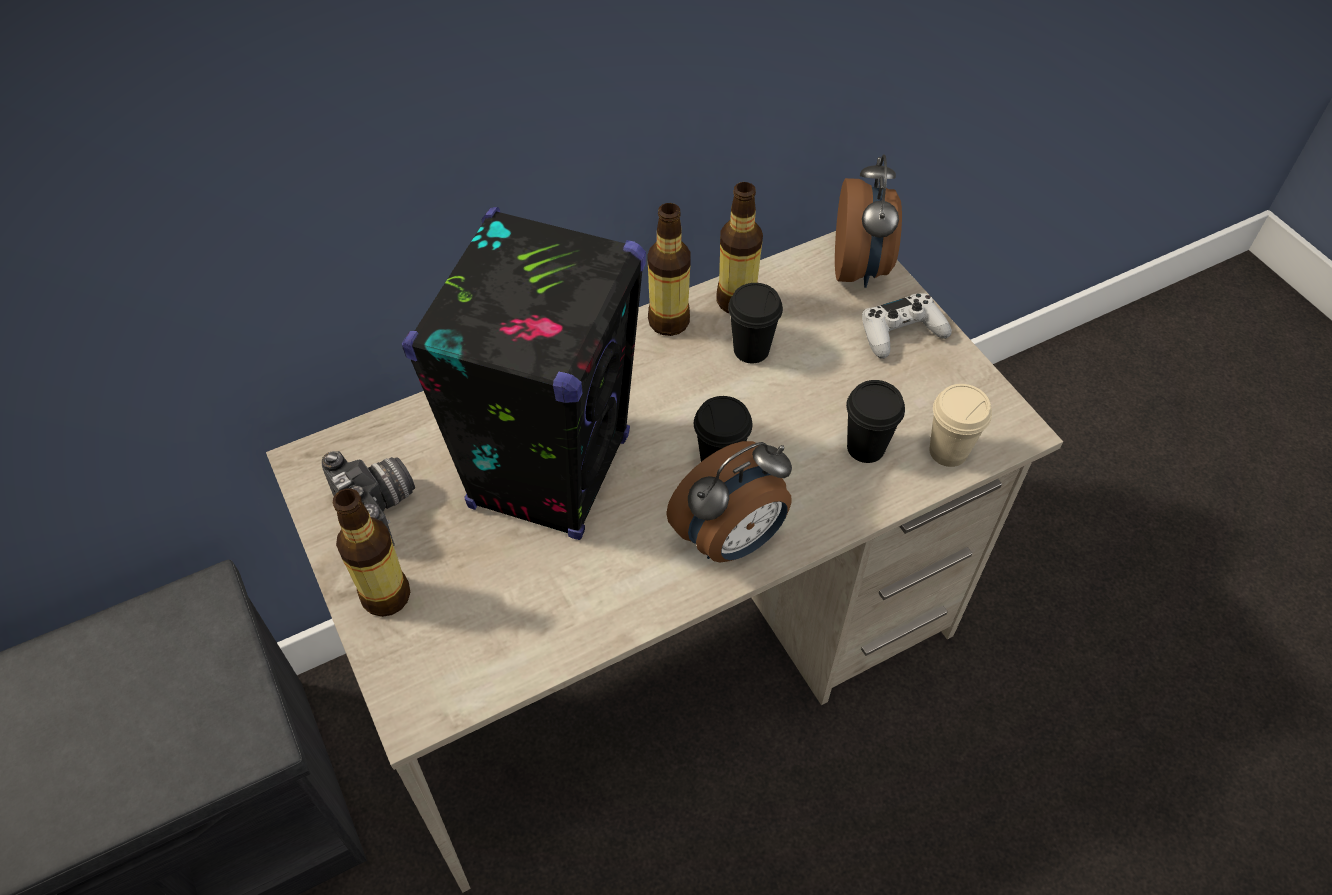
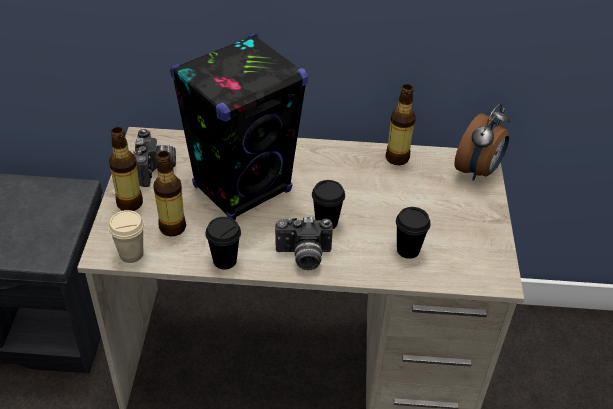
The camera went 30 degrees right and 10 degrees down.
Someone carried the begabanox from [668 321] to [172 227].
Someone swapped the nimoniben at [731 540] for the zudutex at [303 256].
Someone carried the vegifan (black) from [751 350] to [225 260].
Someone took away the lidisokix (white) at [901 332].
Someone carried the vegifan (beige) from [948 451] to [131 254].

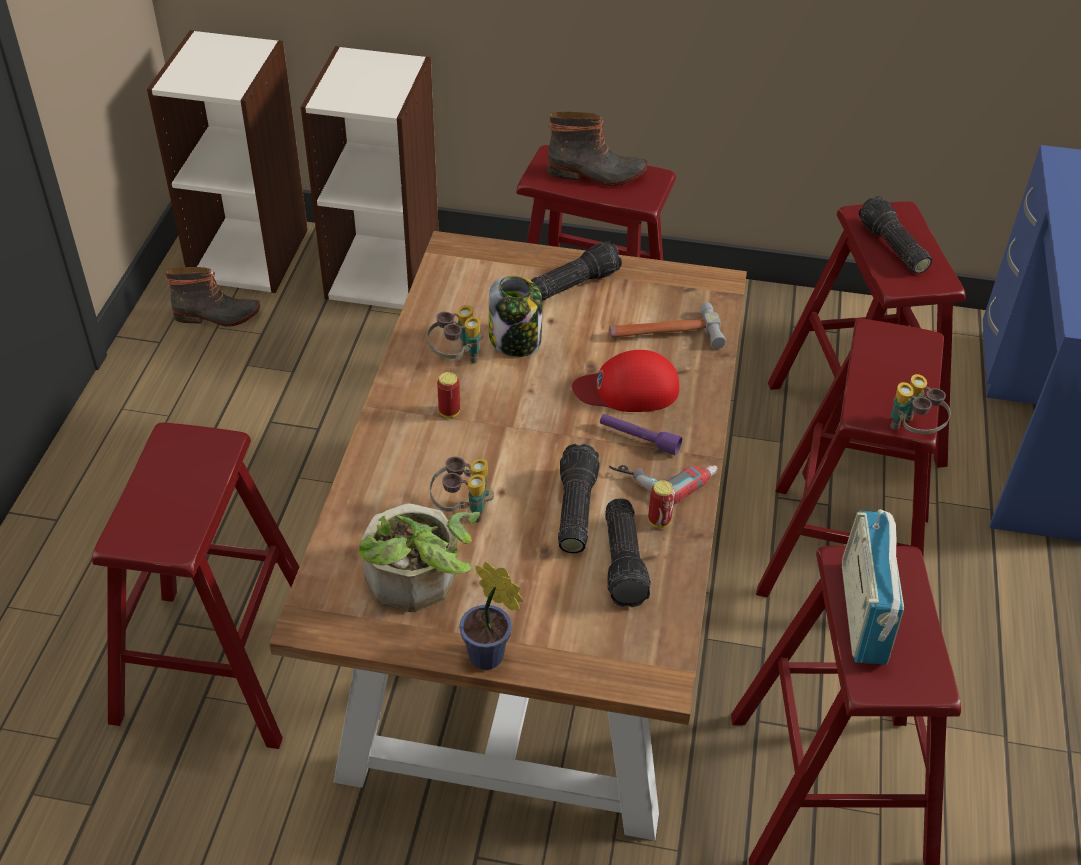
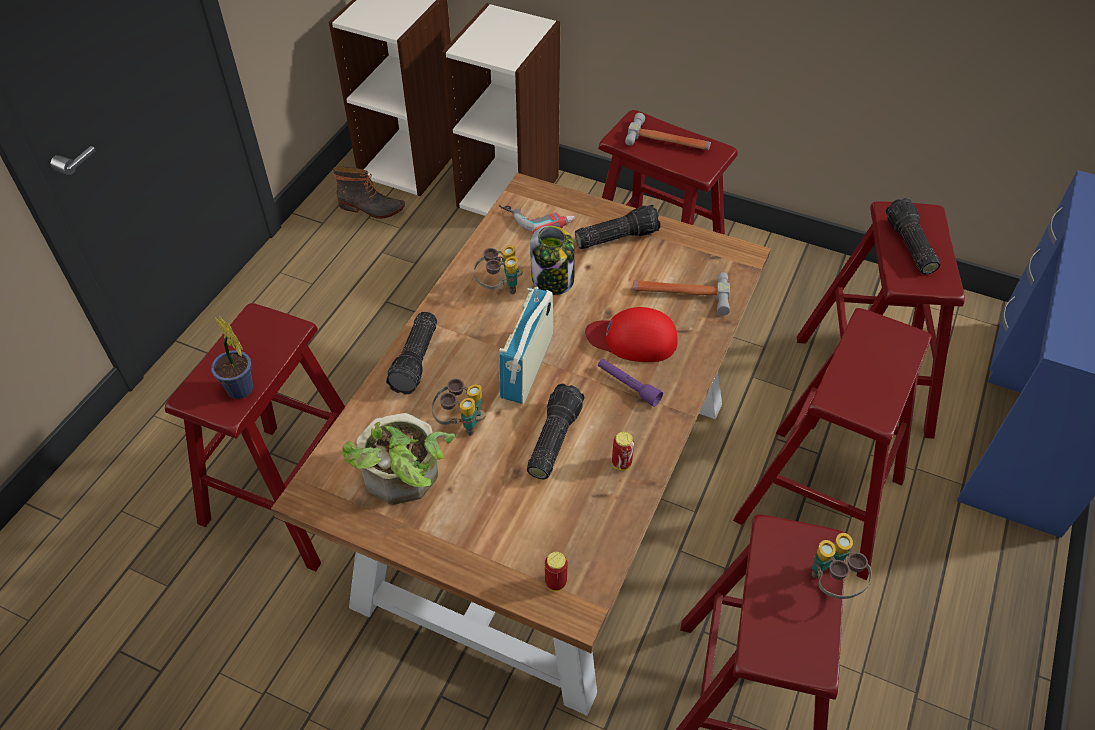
The camera went 15 degrees right and 5 degrees up.
Someone carried the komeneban from [449 412] to [555 582].
Someone carried the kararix from [490 658] to [242 391].
Someone swapped the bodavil at [596 174] for the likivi at [668 142].
Someone carried the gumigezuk from [625 562] to [417 361].
Someone carried the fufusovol from [664 474] to [537 217].
Someone carried the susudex from [863 613] to [527 366].
Someone carried the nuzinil from [912 431] to [832 583].

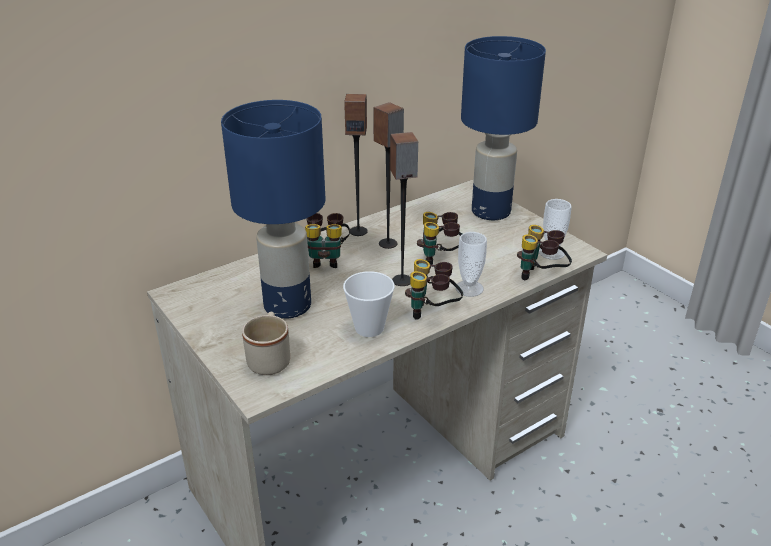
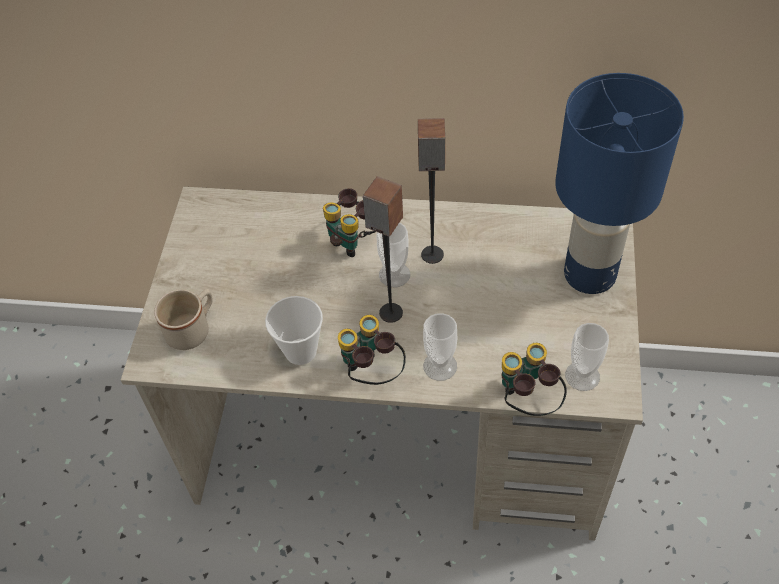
The camera went 45 degrees right and 20 degrees up.
Someone took away the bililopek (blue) at [286 306].
Someone took away the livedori at [358 231].
Someone took away the nuzinil at [442 260].
Someone put down the vegifan at [394 275].

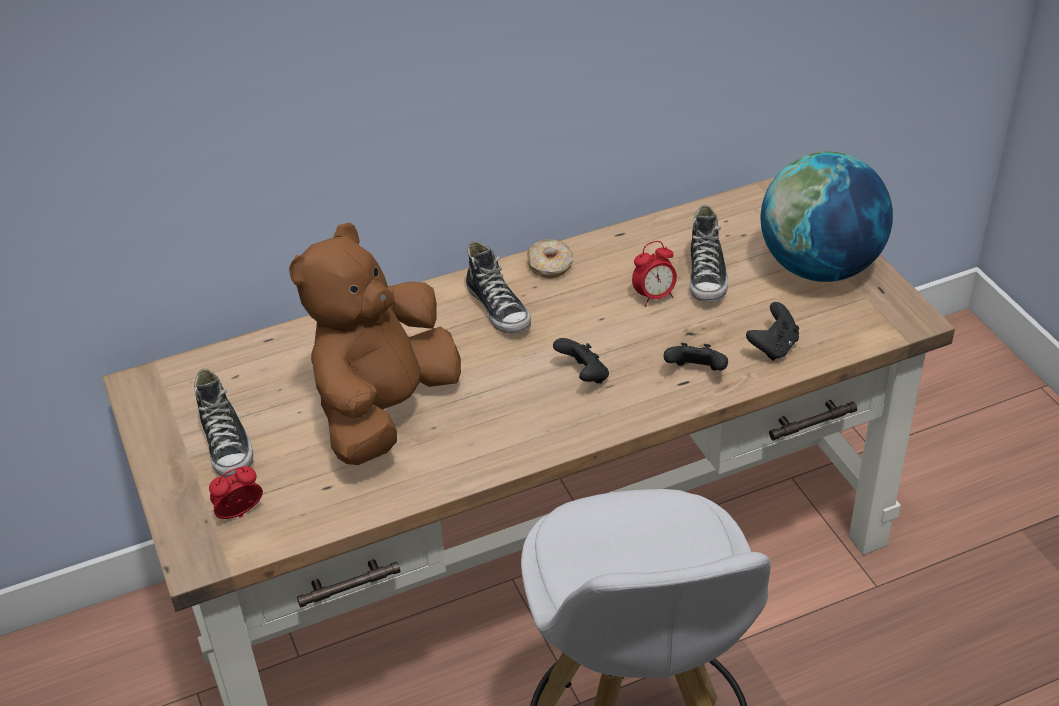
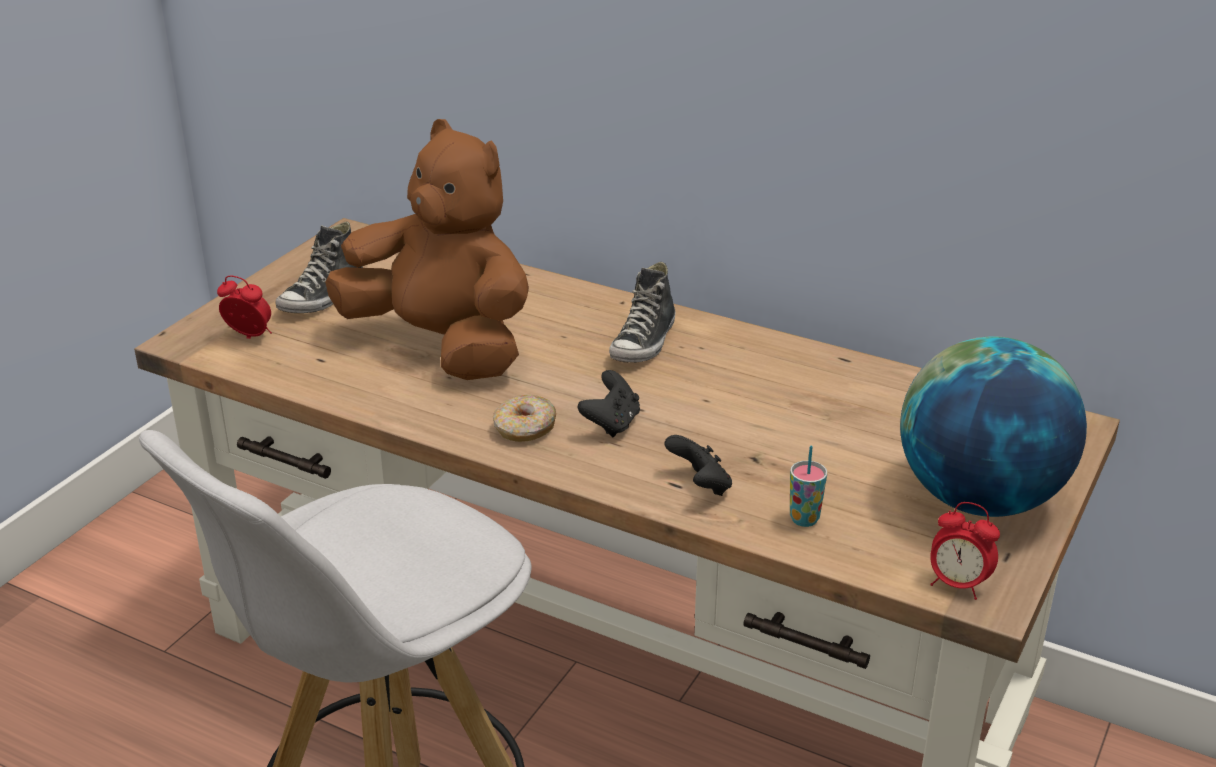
The camera went 50 degrees right and 10 degrees down.
Someone rotated the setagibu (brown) at [384 410] by 45 degrees clockwise.
Someone carried the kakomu from [550 266] to [525 428].
Someone carried the nimoniben from [654 296] to [957 585].
Someone took away the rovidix at [707 277].
Someone swapped the lidisokix (black) at [773 347] for the vegifan at [804 519].

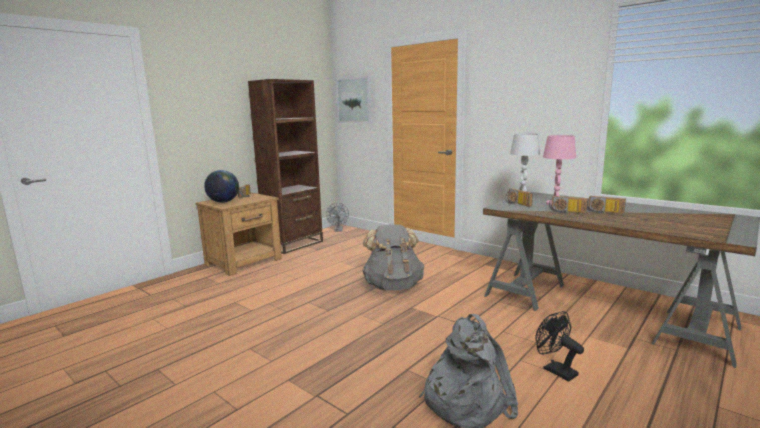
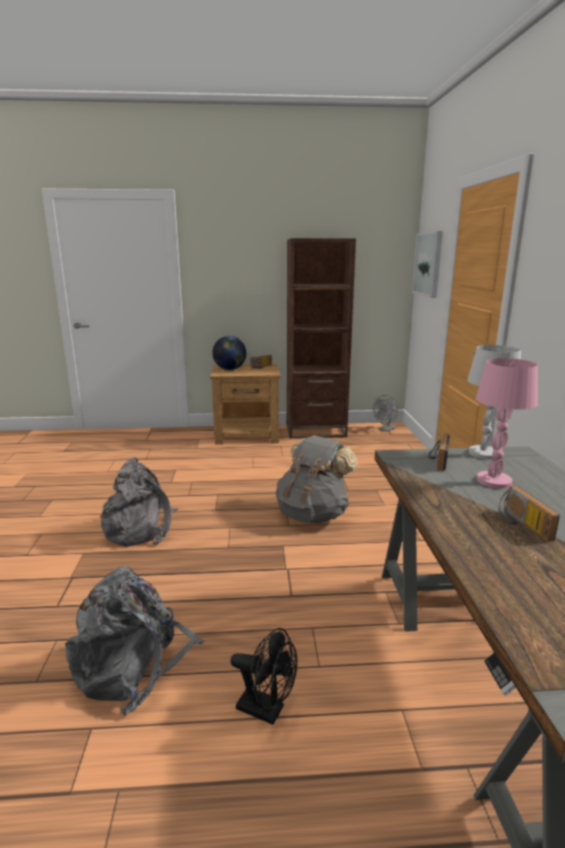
The camera went 45 degrees right and 5 degrees up.
Someone rotated the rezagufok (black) at [555 370] by 105 degrees clockwise.
Someone took away the susudex at [566 212].
Someone put down the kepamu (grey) at [141 528].

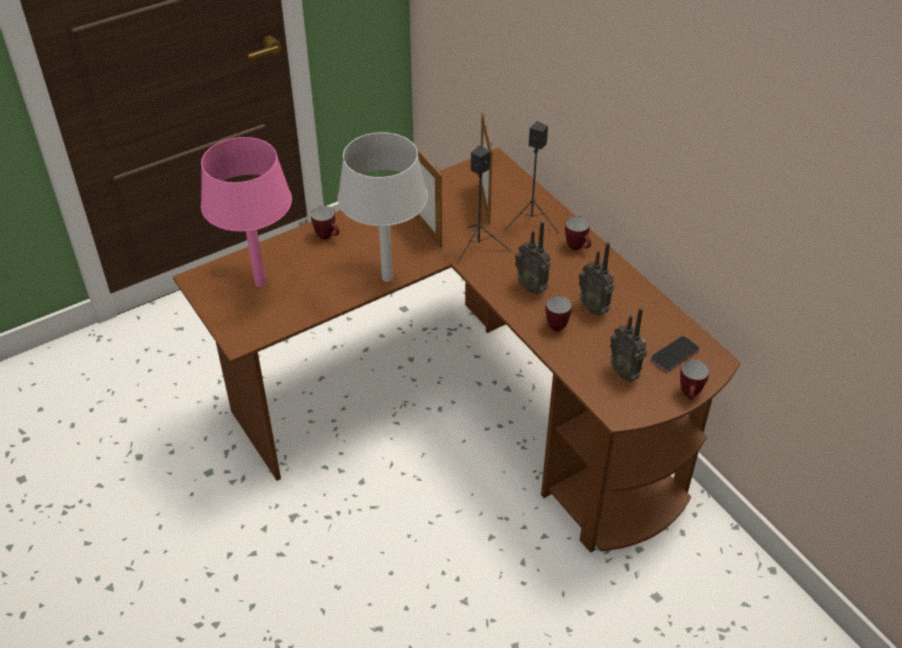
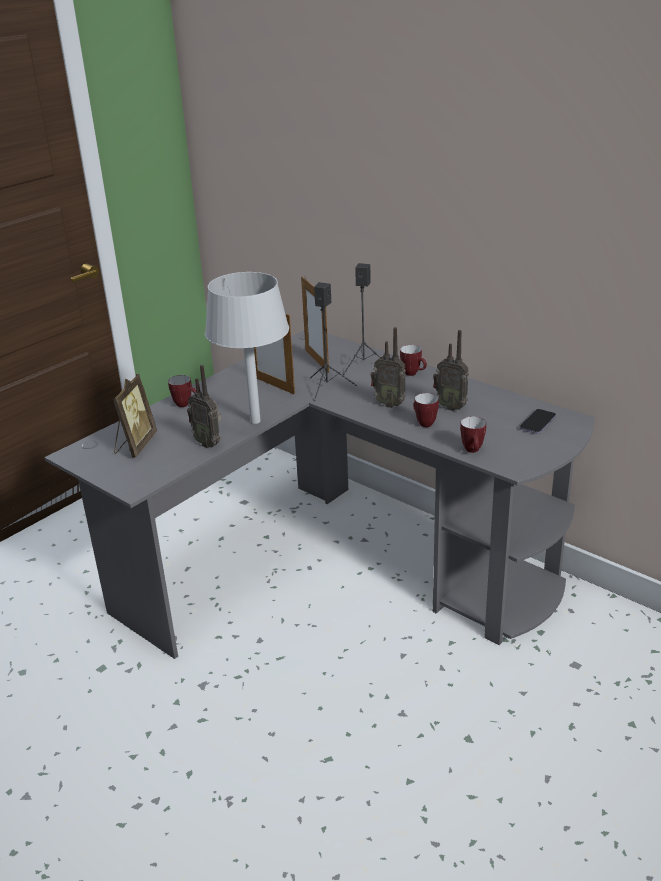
The camera went 15 degrees left and 15 degrees down.
Someone repainted the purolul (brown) at [468 412], which became the purolul (grey) at [337 564].
Someone swapped the bililopek (pink) at [260 282] for the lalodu at [135 445].
Someone carried the susudex from [625 372] to [209 443].
Someone carried the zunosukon from [690 395] to [473 451].

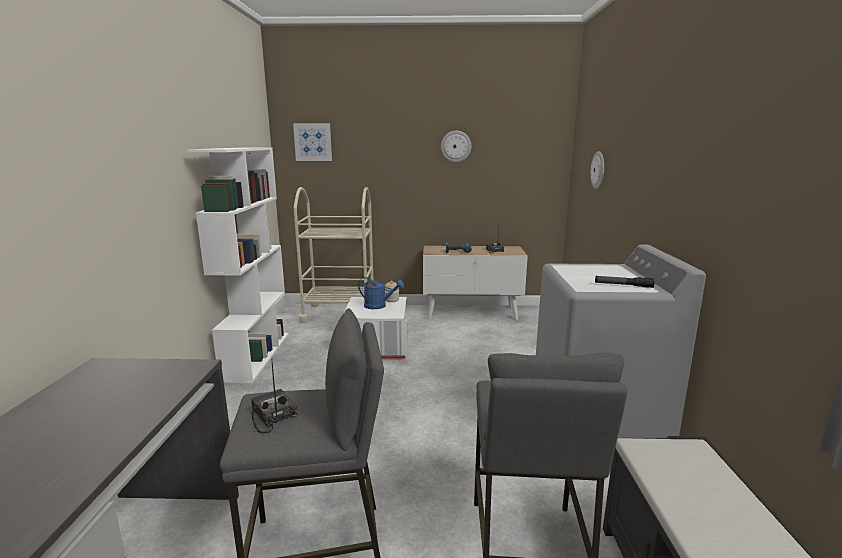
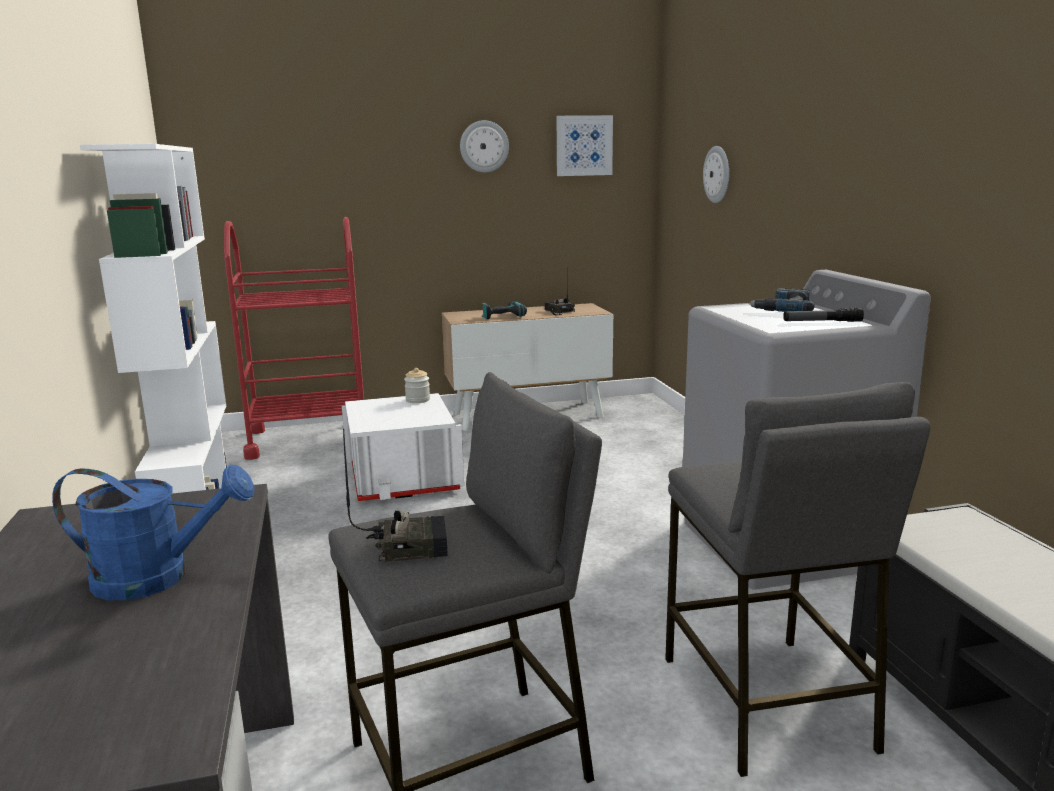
The camera went 15 degrees left and 0 degrees up.
Someone rotated the susudex at [271 416] by 135 degrees clockwise.
Someone carried the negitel from [313 142] to [584 145].
Someone repainted the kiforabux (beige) at [339 314], which became the kiforabux (red) at [310 439].
Someone carried the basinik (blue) from [379 306] to [158 578].
Someone put down the fufusovol at [783 308].

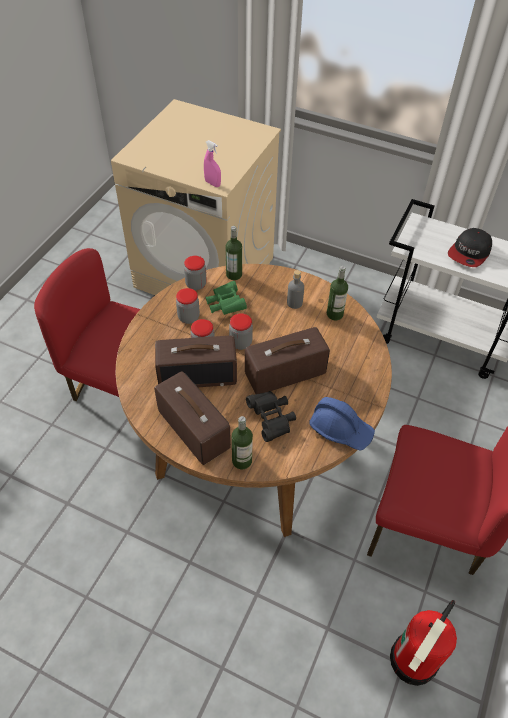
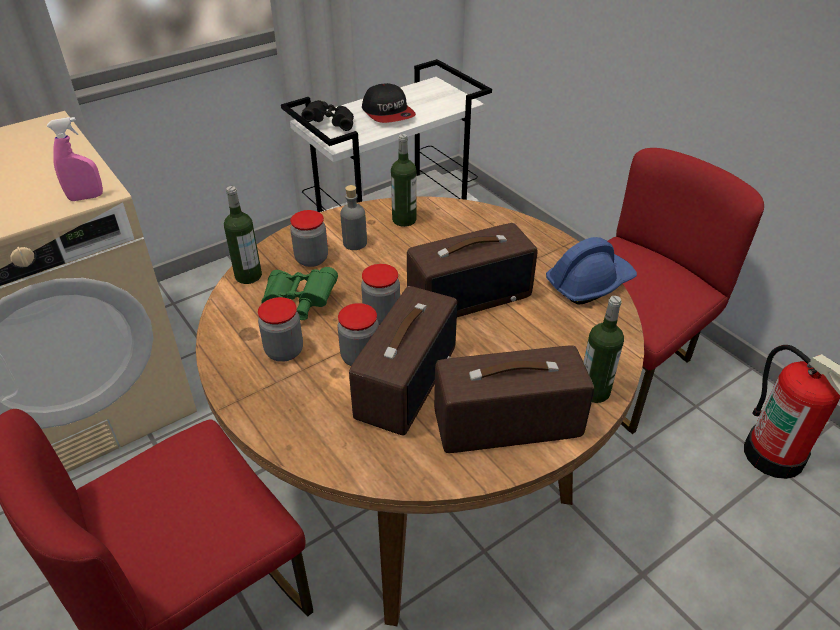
The camera went 60 degrees left and 10 degrees down.
Someone carried the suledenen from [196 284] to [311 259].
Someone rotated the susudex at [285 374] by 120 degrees counterclockwise.
Someone carried the nuzinil (black) from [271 420] to [330 124].

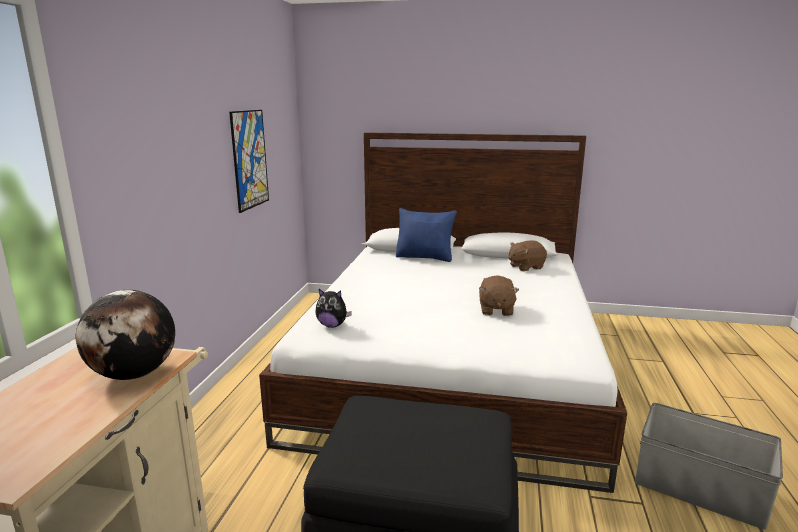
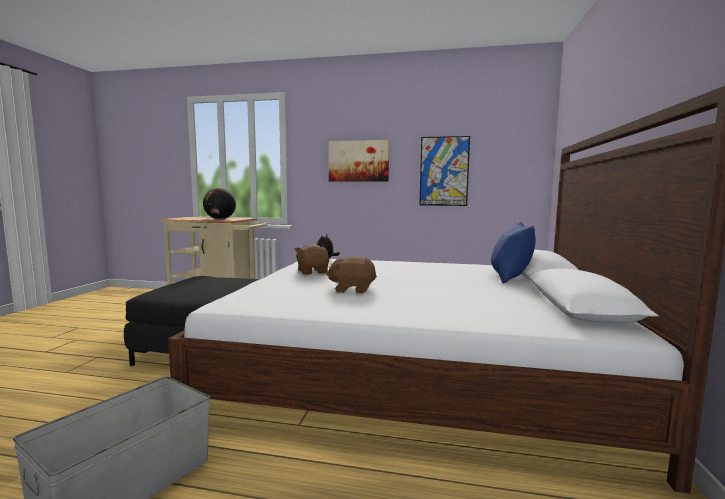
The camera went 90 degrees right and 10 degrees down.
Someone carried the setagibu (brown) from [525 267] to [313 272].
Someone put up the negitel at [358 161].

